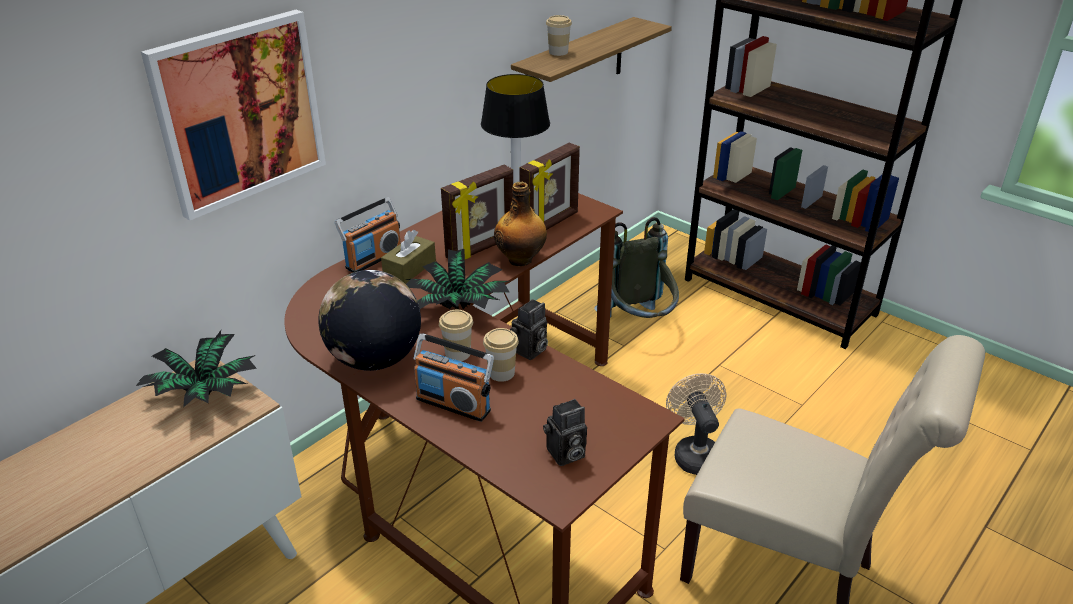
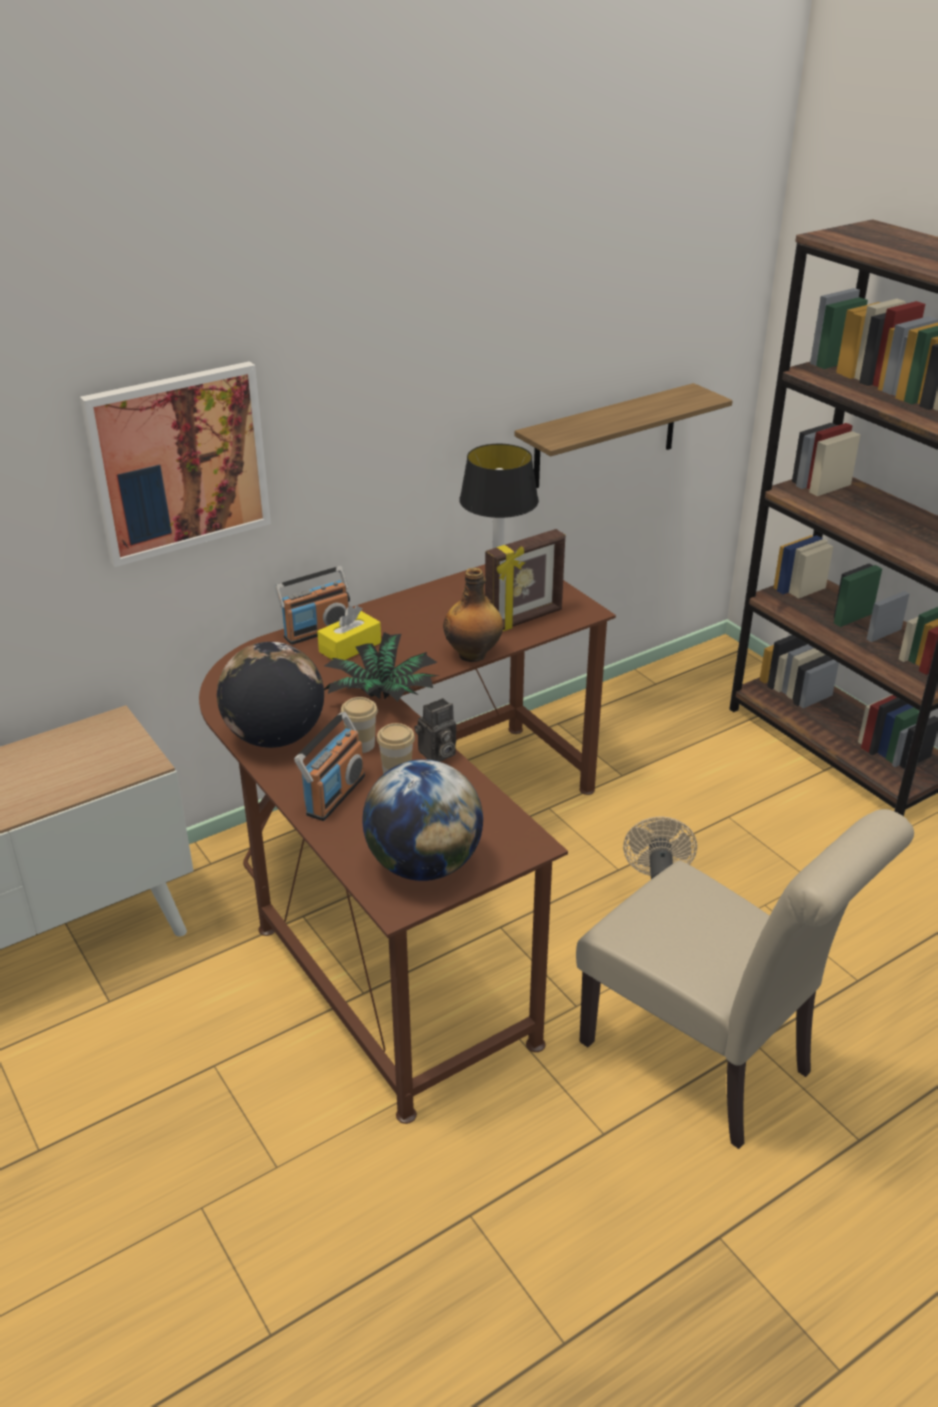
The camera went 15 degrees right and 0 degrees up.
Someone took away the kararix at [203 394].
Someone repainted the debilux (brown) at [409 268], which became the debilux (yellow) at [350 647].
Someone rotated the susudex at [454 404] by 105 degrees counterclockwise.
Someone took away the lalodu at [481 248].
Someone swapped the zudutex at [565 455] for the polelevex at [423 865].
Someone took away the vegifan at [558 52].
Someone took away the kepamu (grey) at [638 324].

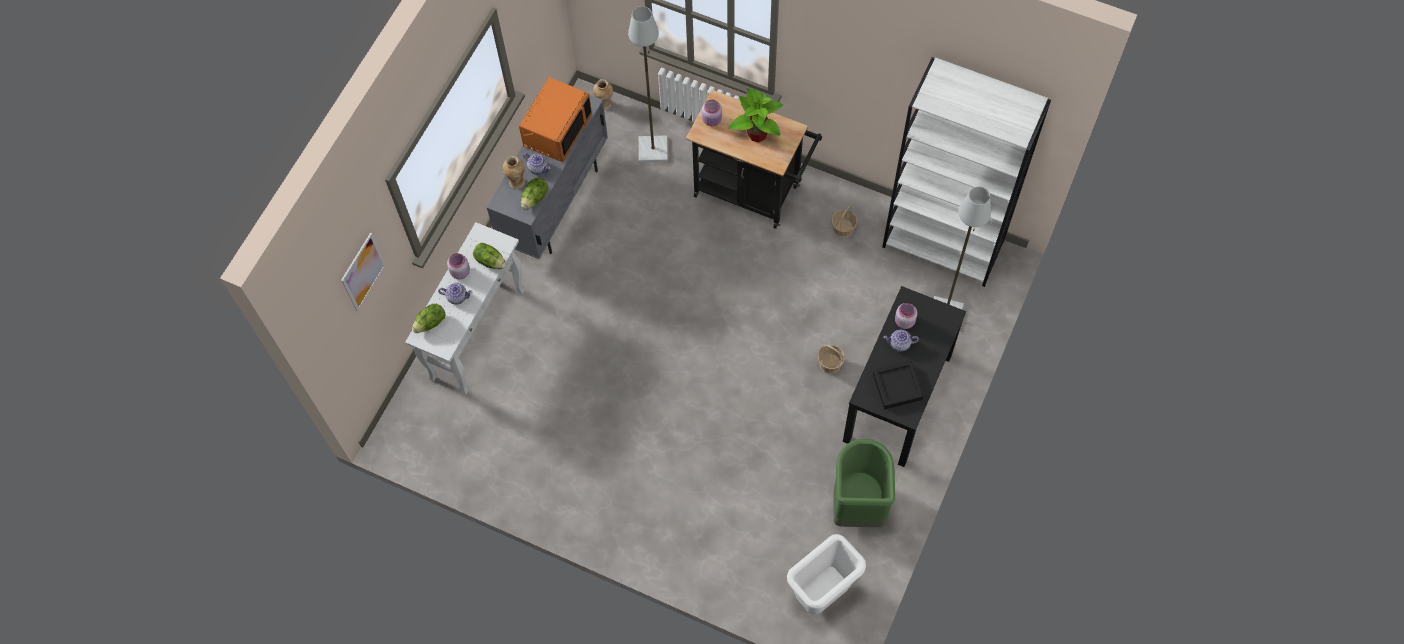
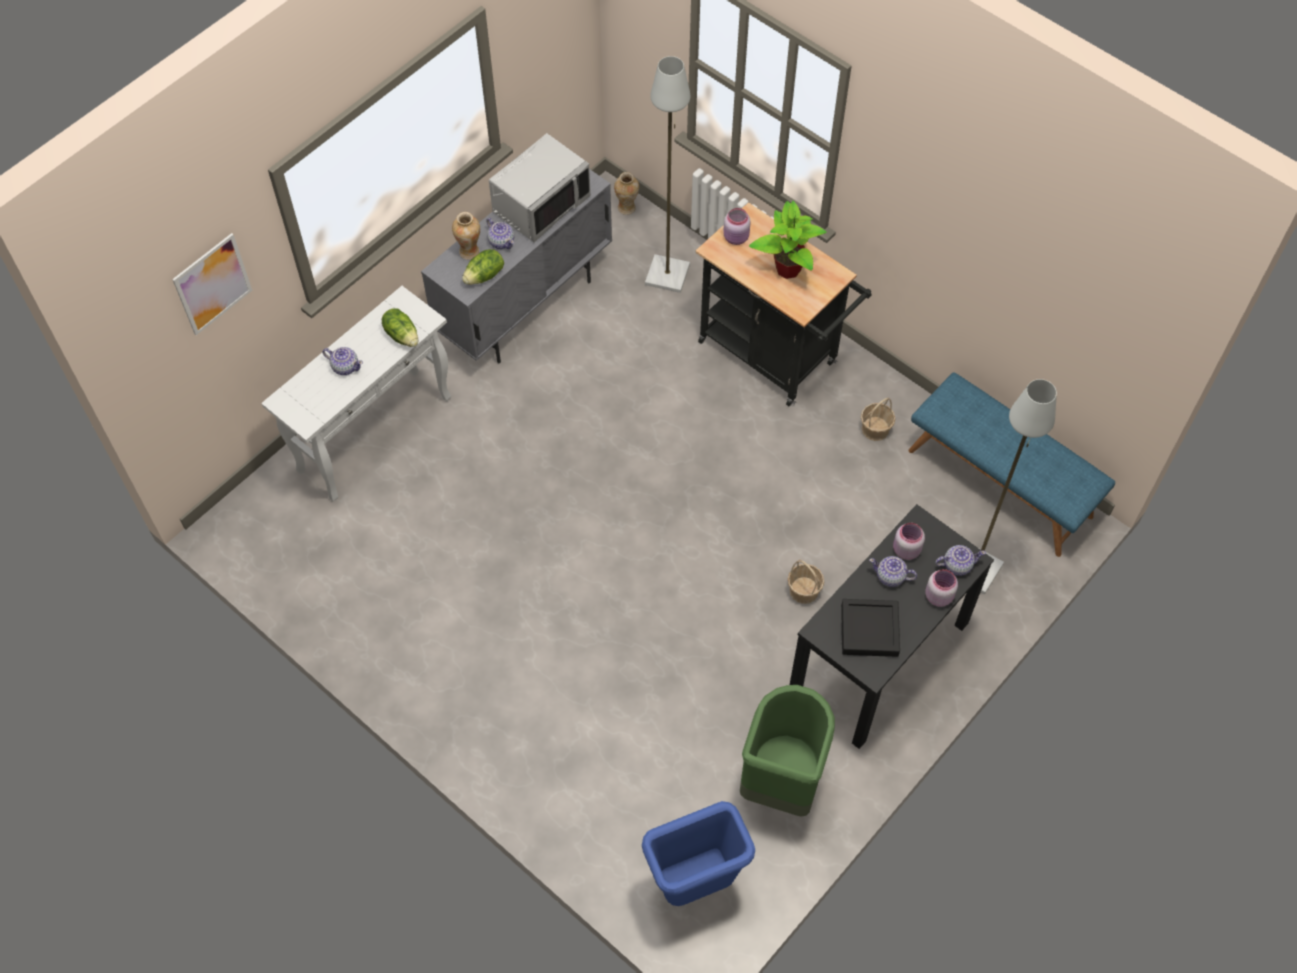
The camera went 15 degrees right and 5 degrees down.
Someone took away the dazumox at [431 323].
Someone carried the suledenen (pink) from [460 271] to [938 595].
Someone repainted the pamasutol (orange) at [556 130], which became the pamasutol (grey) at [540 204].
Someone repainted the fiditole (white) at [821 594], which became the fiditole (blue) at [694 883].
Someone swapped the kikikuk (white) at [943 244] for the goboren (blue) at [1000 482].
Someone put down the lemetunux at [957 565].

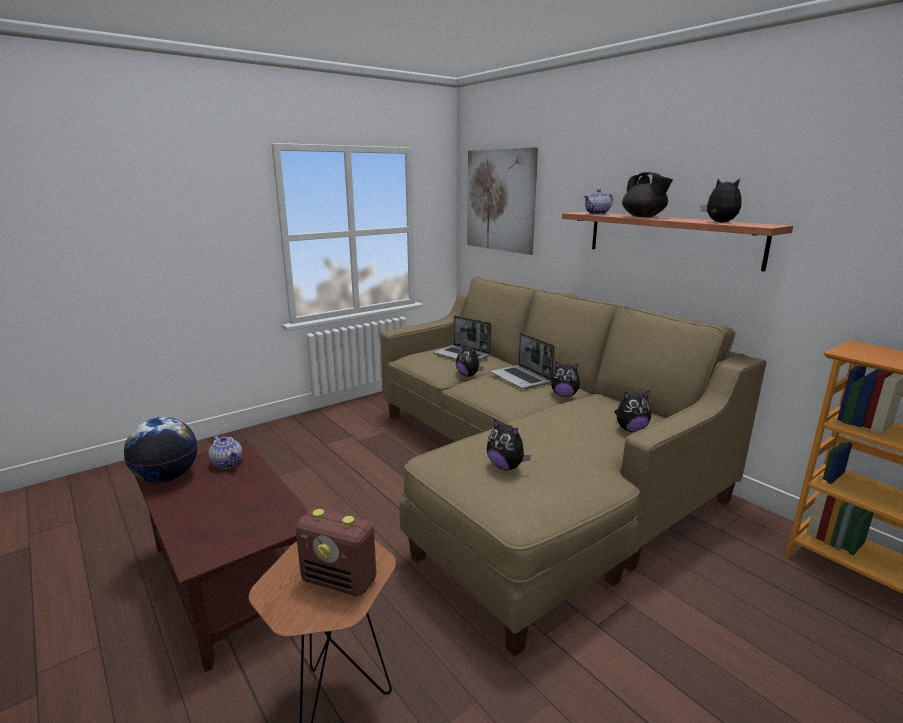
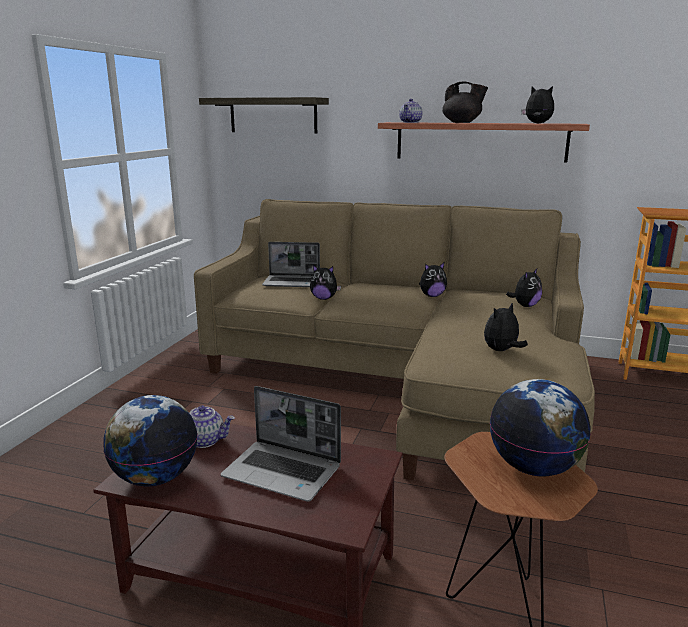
The camera went 35 degrees left and 0 degrees up.
Someone swapped the susudex at [340 581] for the polelevex at [534 467].
Someone swapped the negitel at [500 200] for the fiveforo at [273 115].
Someone rotated the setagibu at [506 467] by 135 degrees clockwise.
Someone carried the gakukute from [521 378] to [284 472].

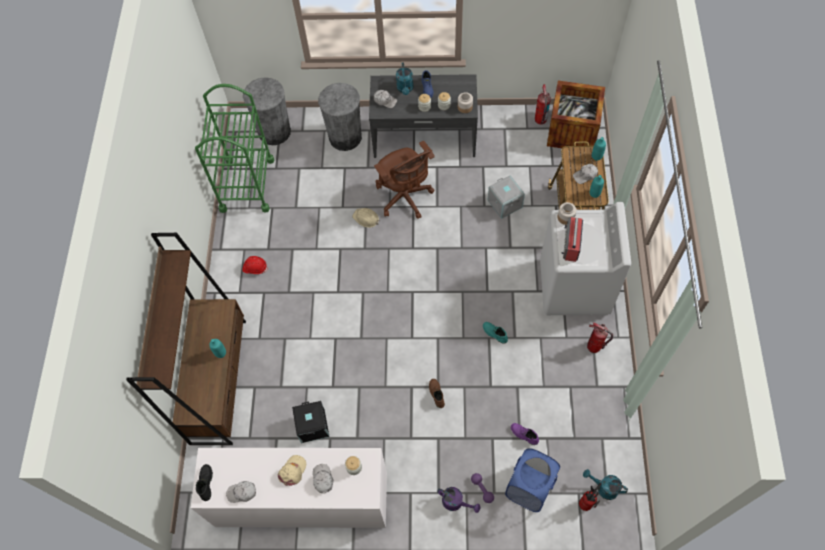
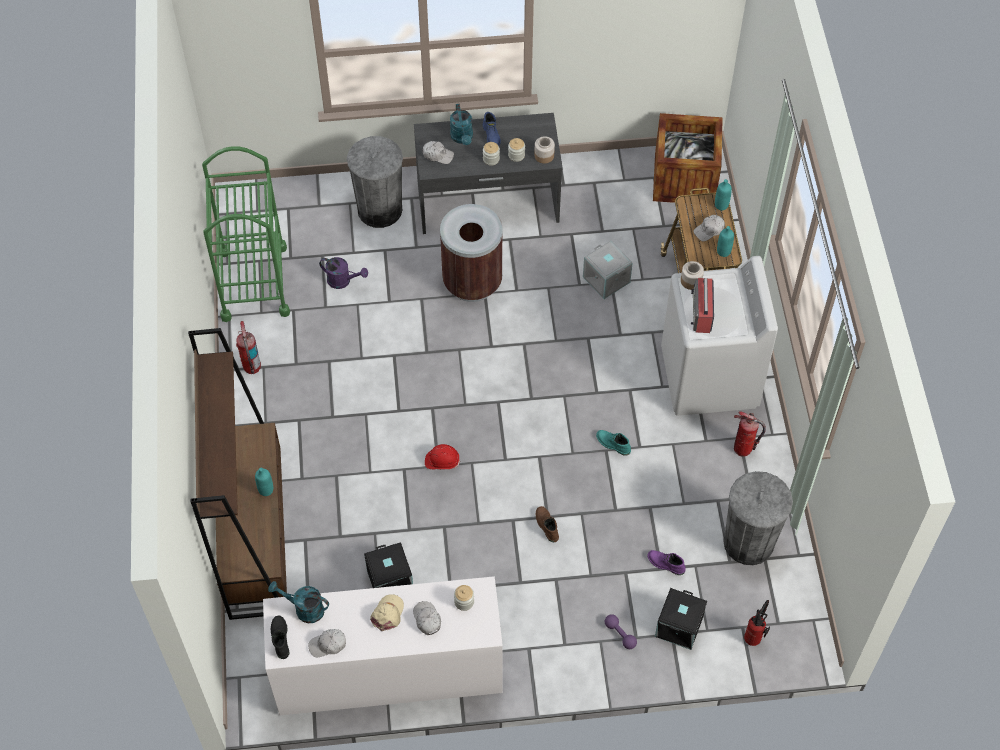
The camera went 10 degrees left and 5 degrees down.
Someone carried the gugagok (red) from [255 268] to [442 461].
Someone carried the fiditole (grey) from [274 132] to [748 542].
Someone took away the gugagok (beige) at [366 218].
Someone swapped the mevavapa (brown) at [405 197] for the fiditole (brown) at [472 282].
Someone carried the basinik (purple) from [456 502] to [343 281].
Someone swapped the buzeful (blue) at [529 488] for the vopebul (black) at [679 627].
Someone carried the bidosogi from [540 120] to [251 367].
Someone carried the basinik (turquoise) from [603 488] to [304 609].

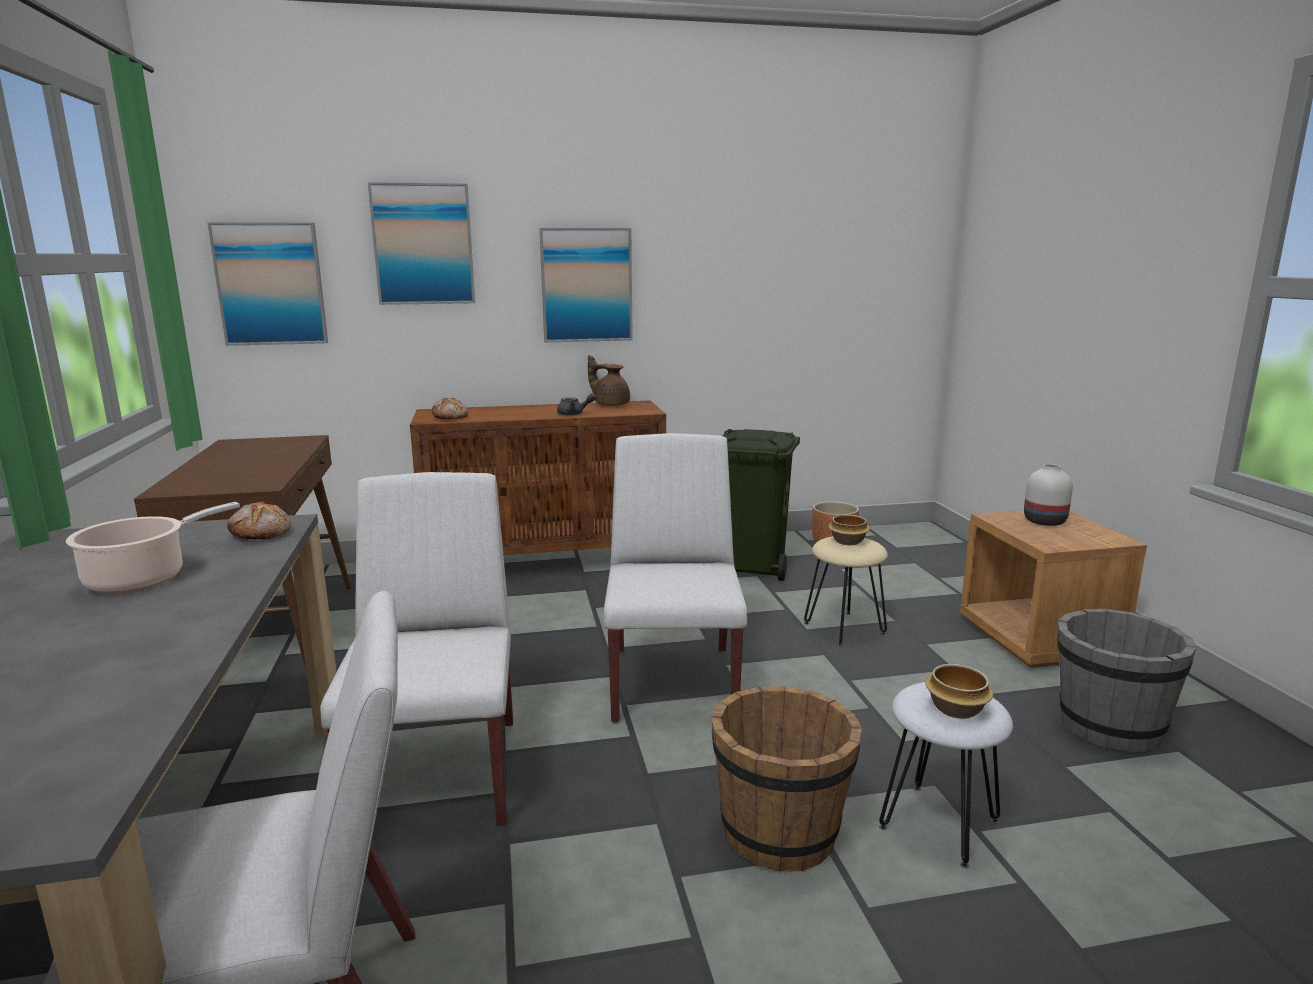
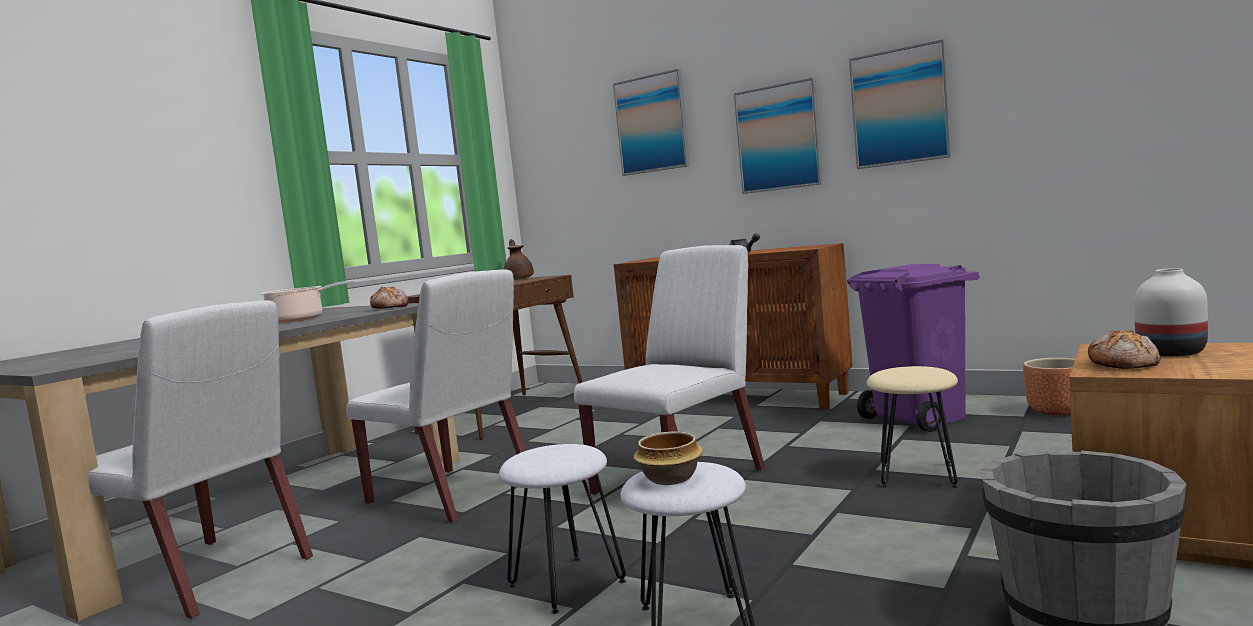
The camera went 45 degrees right and 10 degrees down.
Someone carried the negitel from [270 284] to [900 107].
Someone rotated the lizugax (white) at [438 773] by 90 degrees clockwise.
Someone carried the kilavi from [450 417] to [1124 364].
Someone carried the lemetunux (brown) from [610 404] to [519 279].
Someone swapped the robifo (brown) at [780 832] for the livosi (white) at [567 584].
Someone repainted the fiditole (green) at [753 566], which became the fiditole (purple) at [921 418].
Someone took away the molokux at [849 541].

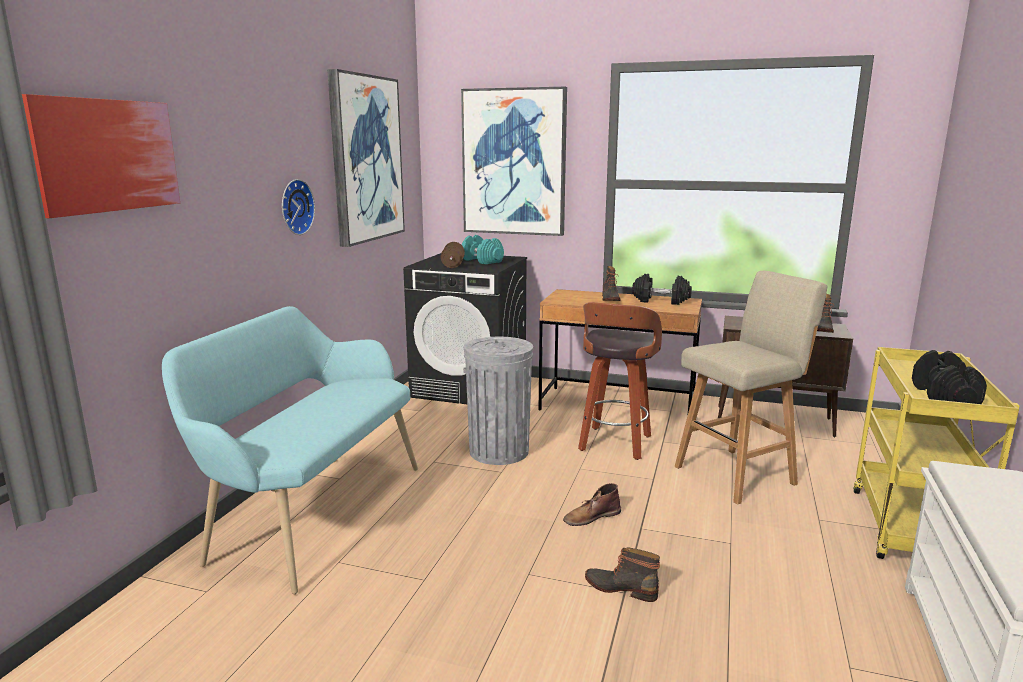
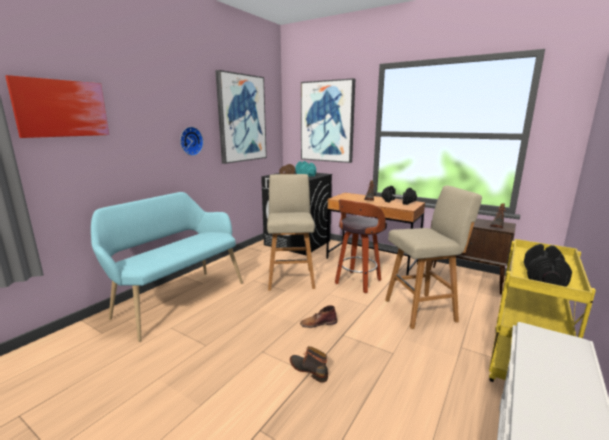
The camera went 15 degrees right and 0 degrees up.
Someone swapped the fiditole (grey) at [499 451] for the livosi (beige) at [291 278].

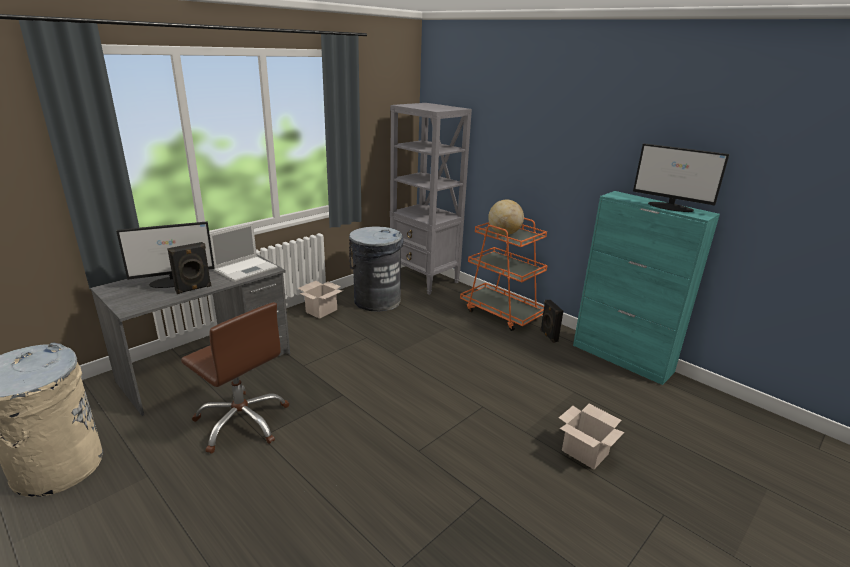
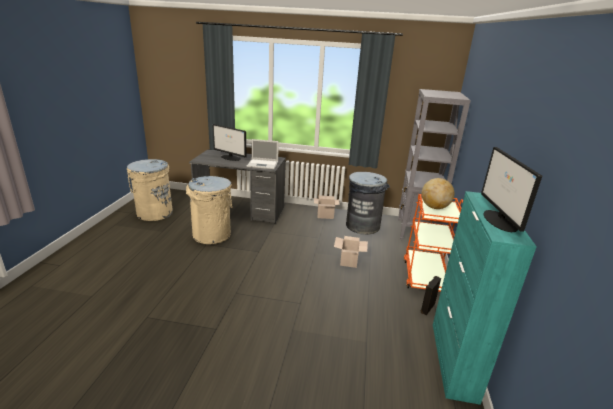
The camera went 55 degrees right and 0 degrees up.
Someone took away the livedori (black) at [193 289].
Someone swapped the mevavapa (brown) at [242 421] for the fiditole (beige) at [212 235].
Someone carried the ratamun from [586 452] to [349 261].

